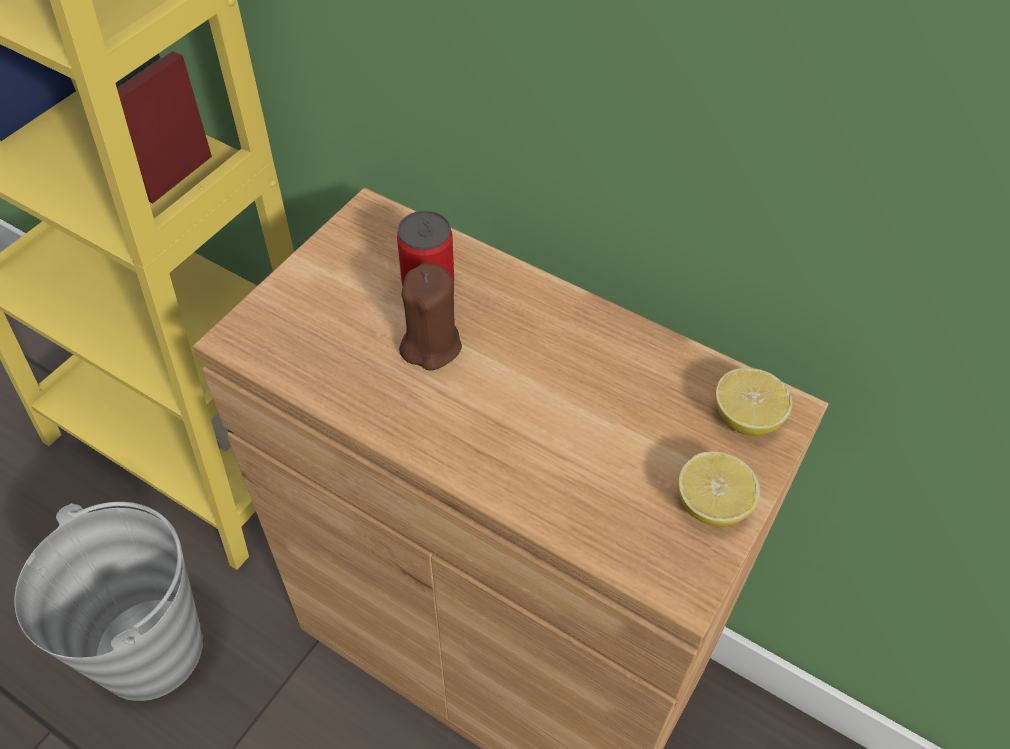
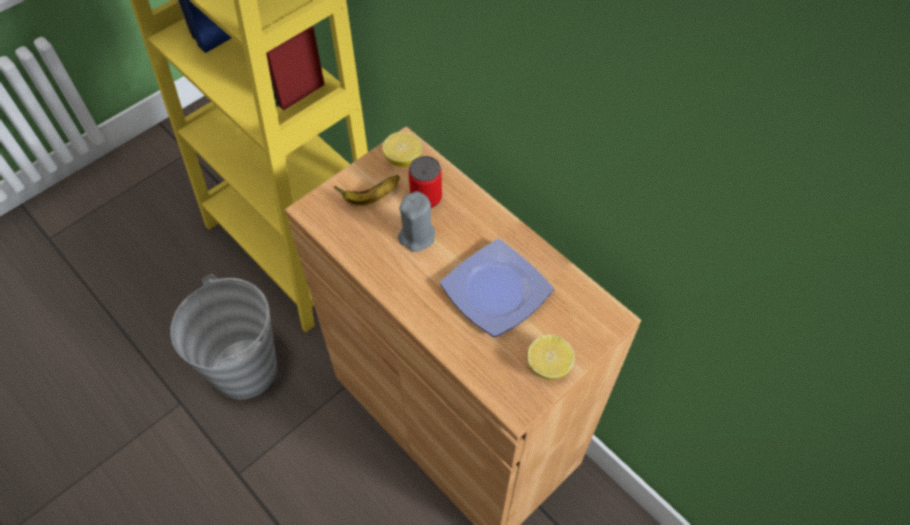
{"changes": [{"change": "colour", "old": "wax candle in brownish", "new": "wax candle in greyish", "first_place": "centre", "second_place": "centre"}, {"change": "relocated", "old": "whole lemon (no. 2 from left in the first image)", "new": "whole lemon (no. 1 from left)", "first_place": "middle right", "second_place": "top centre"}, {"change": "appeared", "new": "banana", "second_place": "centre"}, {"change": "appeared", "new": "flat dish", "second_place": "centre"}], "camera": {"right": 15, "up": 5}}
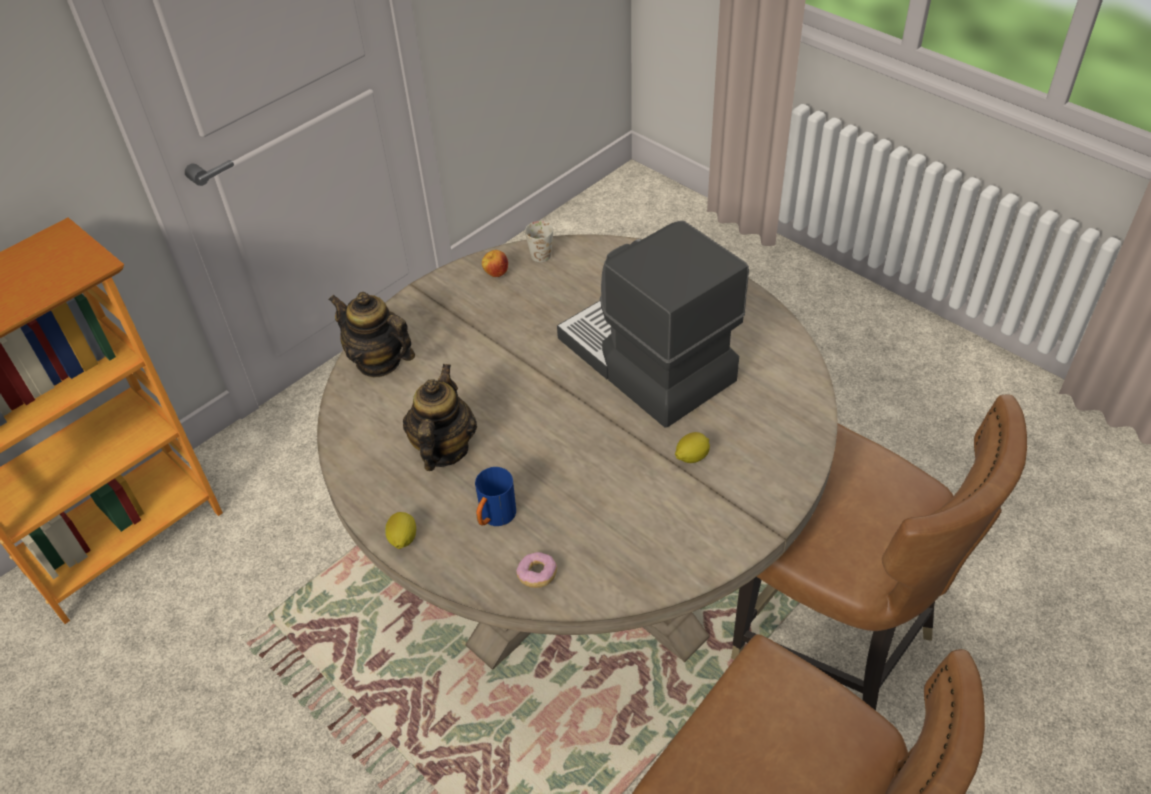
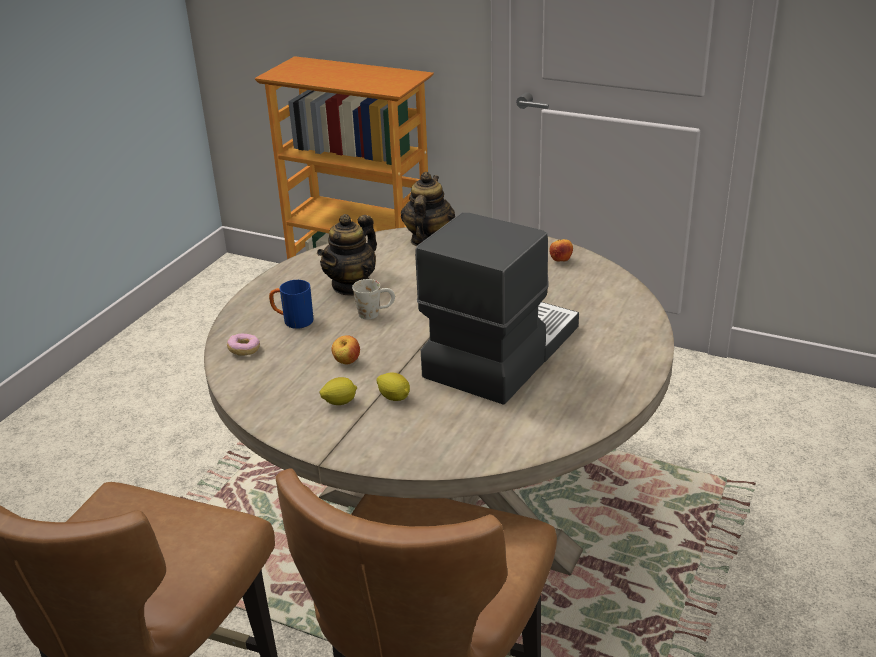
{"changes": [{"change": "relocated", "old": "tea mug in white-coloured", "first_place": "top centre", "second_place": "centre"}, {"change": "spun", "old": "pot for tea (no. 2 from left in the first image)", "first_place": "centre", "second_place": "centre", "degrees": 135}, {"change": "relocated", "old": "whole lemon (no. 1 from left)", "first_place": "bottom centre", "second_place": "centre"}, {"change": "appeared", "new": "apple fruit (no. 1 from left)", "second_place": "centre"}], "camera": {"right": 70, "up": -15}}
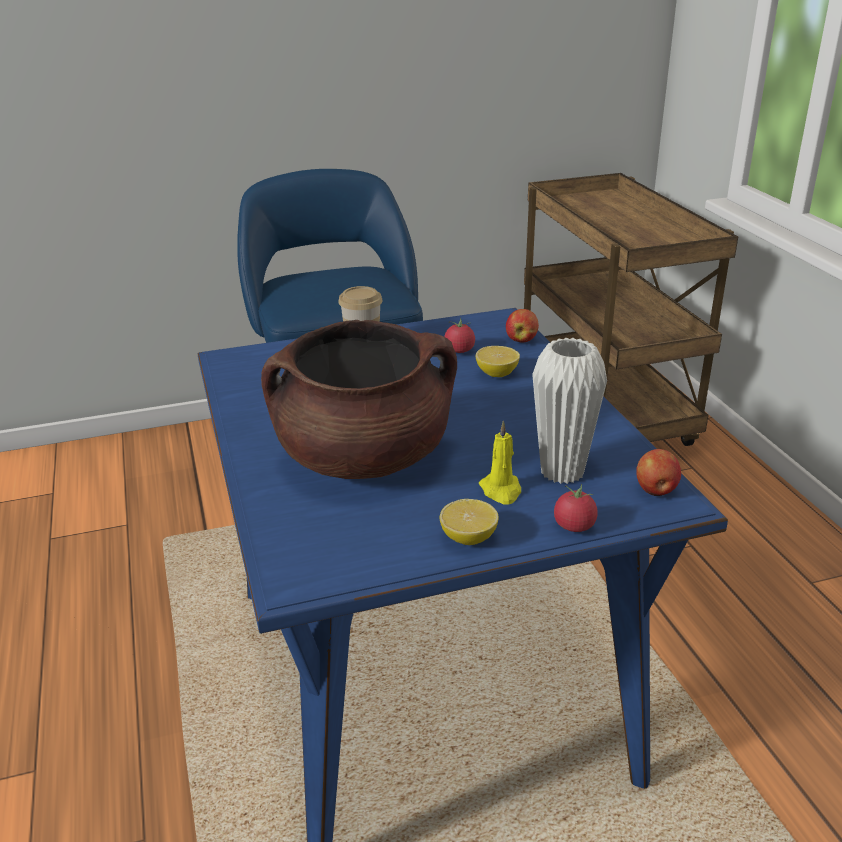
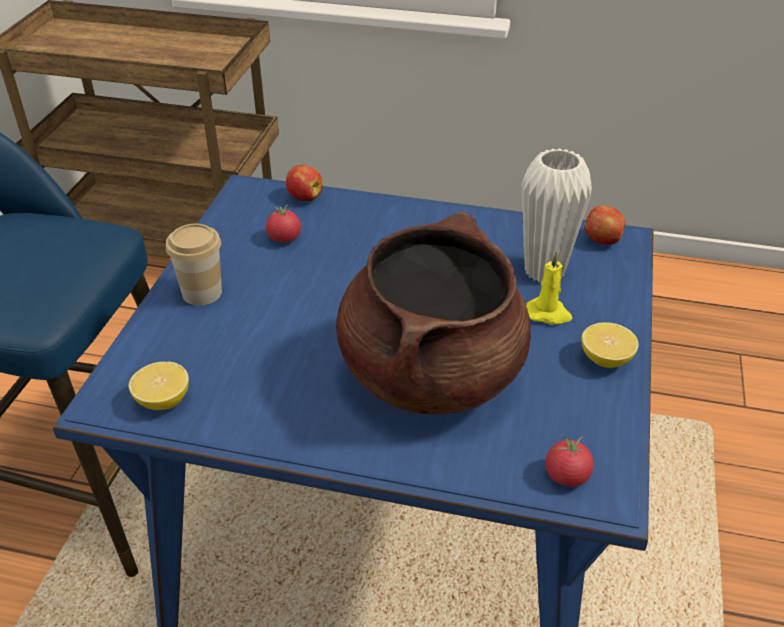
{"changes": [{"change": "relocated", "old": "whole lemon (no. 2 from left in the first image)", "new": "whole lemon (no. 1 from left)", "first_place": "centre", "second_place": "middle left"}, {"change": "relocated", "old": "fresh tomato (no. 2 from left)", "first_place": "middle right", "second_place": "bottom right"}], "camera": {"right": -60, "up": 10}}
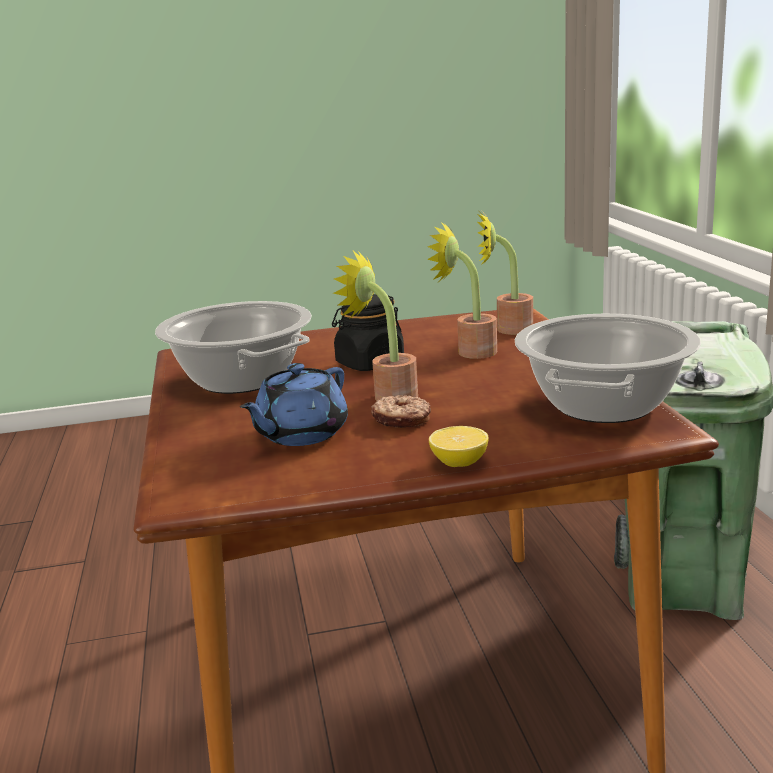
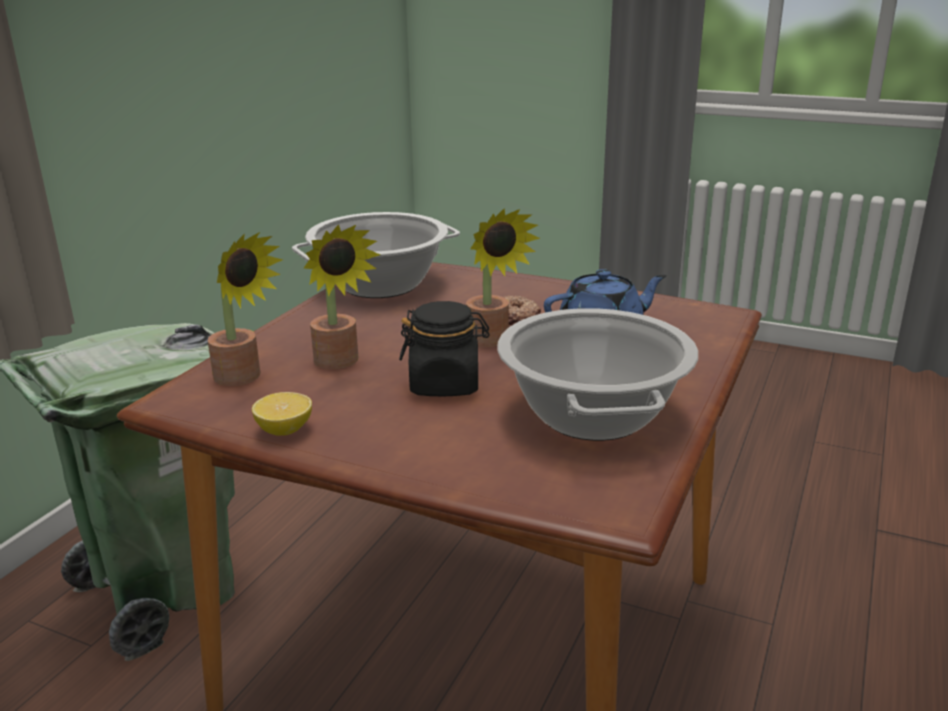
{"changes": [{"change": "relocated", "old": "whole lemon", "first_place": "centre", "second_place": "middle left"}], "camera": {"right": -145, "up": 5}}
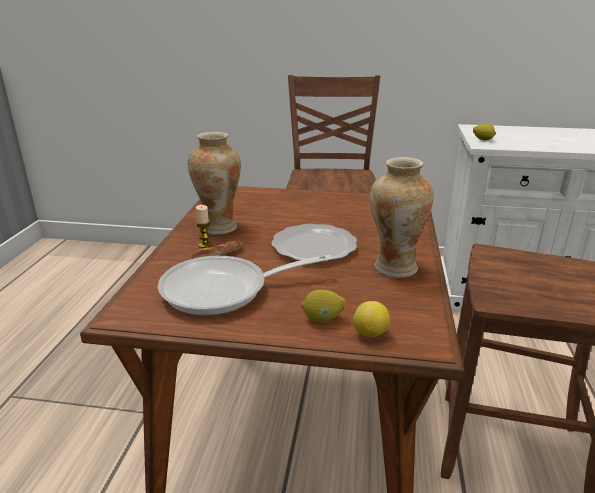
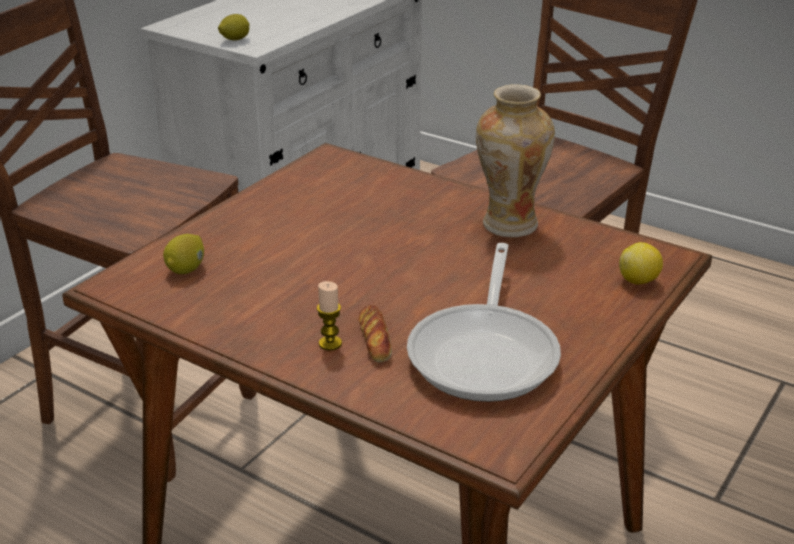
{"changes": [{"change": "missing", "old": "decorative vase (no. 1 from left)", "first_place": "centre"}, {"change": "missing", "old": "flat dish", "first_place": "centre"}, {"change": "relocated", "old": "whole lemon (no. 1 from left)", "first_place": "centre", "second_place": "middle left"}], "camera": {"right": -65, "up": 5}}
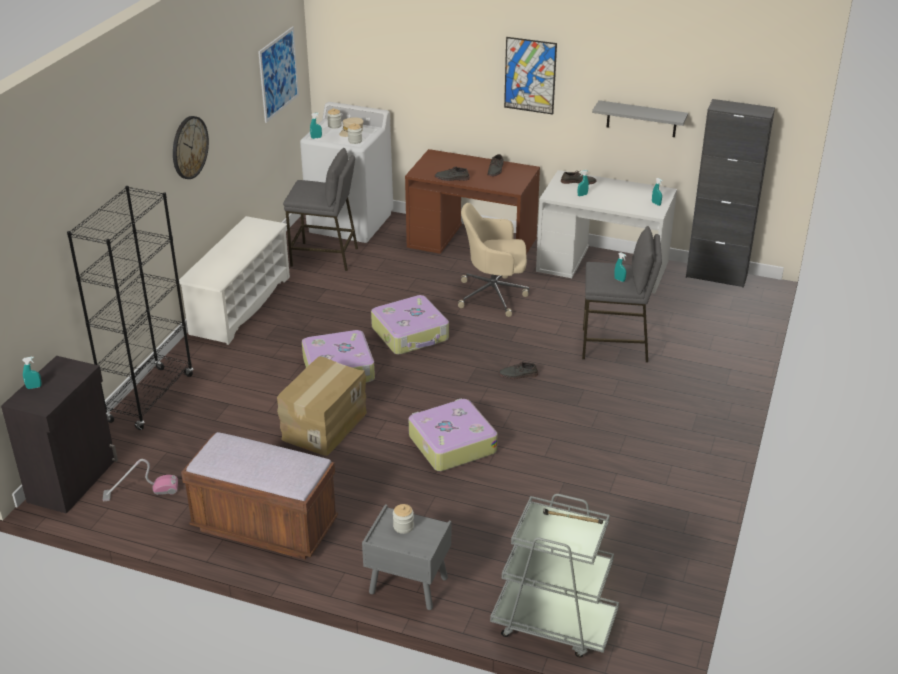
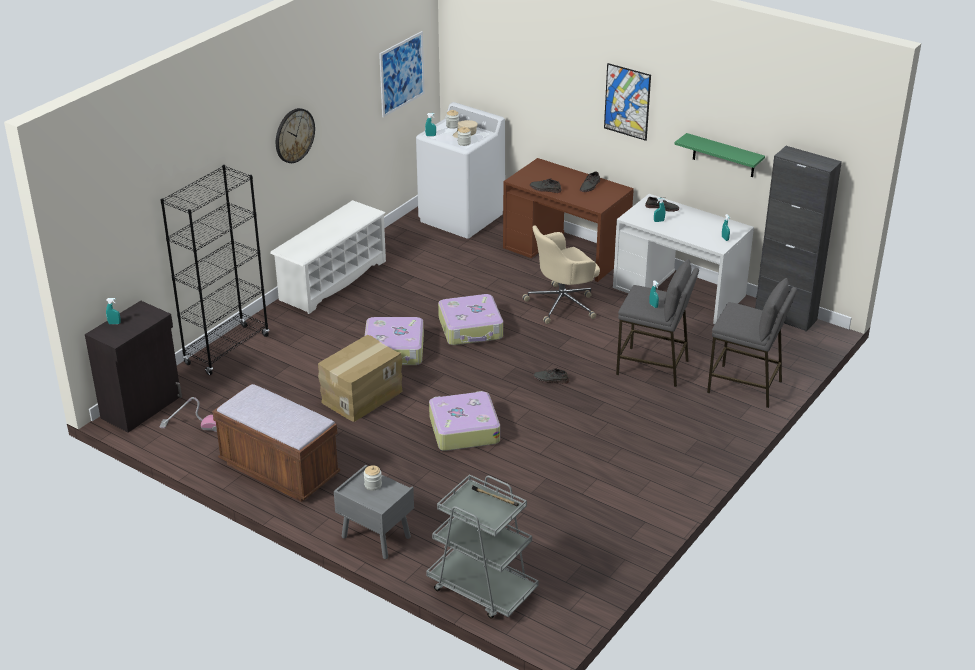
{"changes": [{"change": "colour", "old": "bracket shelf in greyish", "new": "bracket shelf in green", "first_place": "top right", "second_place": "top right"}, {"change": "relocated", "old": "sitting stool in greyish (no. 1 from left in the first image)", "new": "sitting stool in greyish (no. 2 from left)", "first_place": "top centre", "second_place": "middle right"}, {"change": "spun", "old": "computer chair in beige", "first_place": "centre", "second_place": "centre", "degrees": -45}], "camera": {"right": 15, "up": 0}}
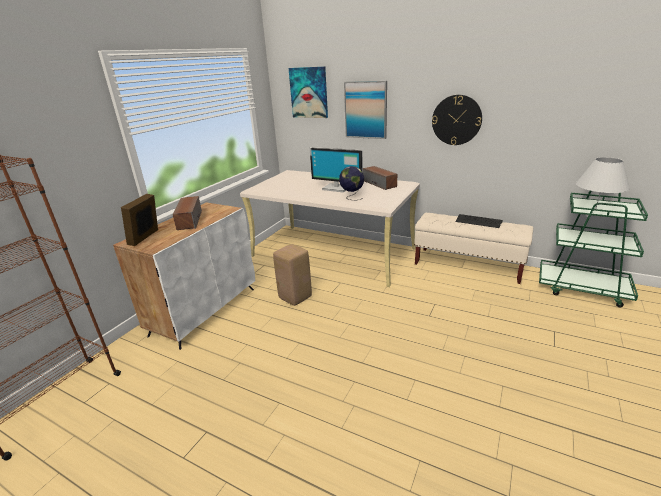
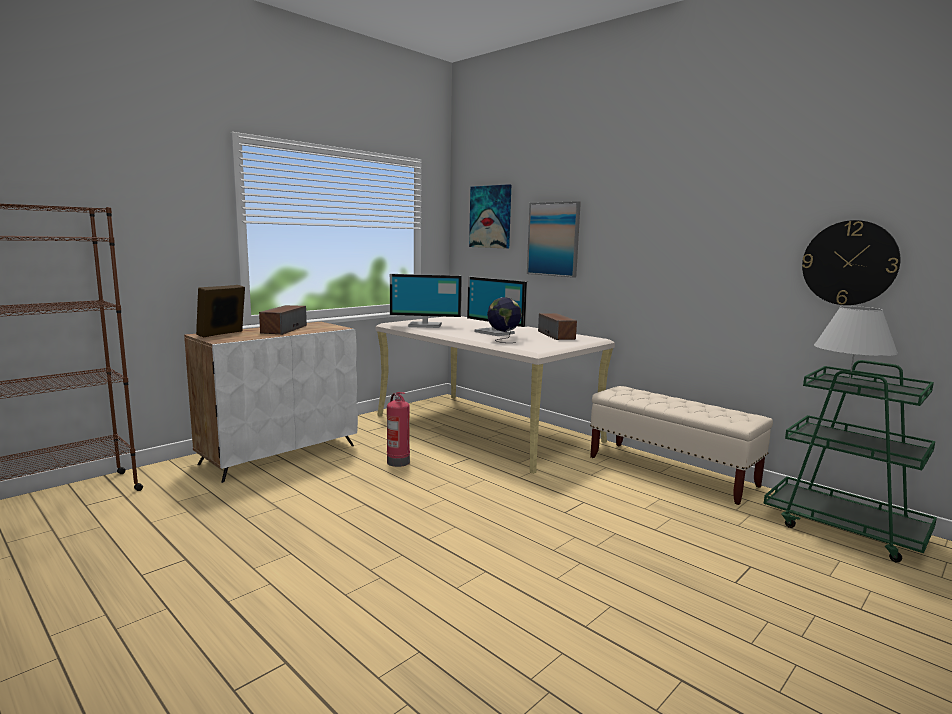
{"changes": [{"change": "relocated", "old": "hanging clock", "first_place": "top right", "second_place": "middle right"}, {"change": "missing", "old": "computer keyboard", "first_place": "middle right"}, {"change": "exchanged", "old": "sitting stool in beige", "new": "fire-fighting cylinder", "first_place": "centre", "second_place": "centre"}, {"change": "appeared", "new": "computer display (no. 1 from left)", "second_place": "centre"}], "camera": {"right": 15, "up": -15}}
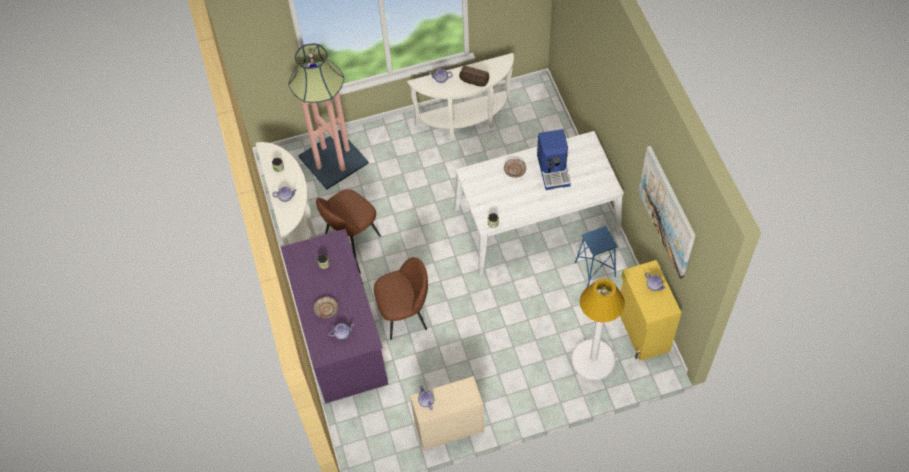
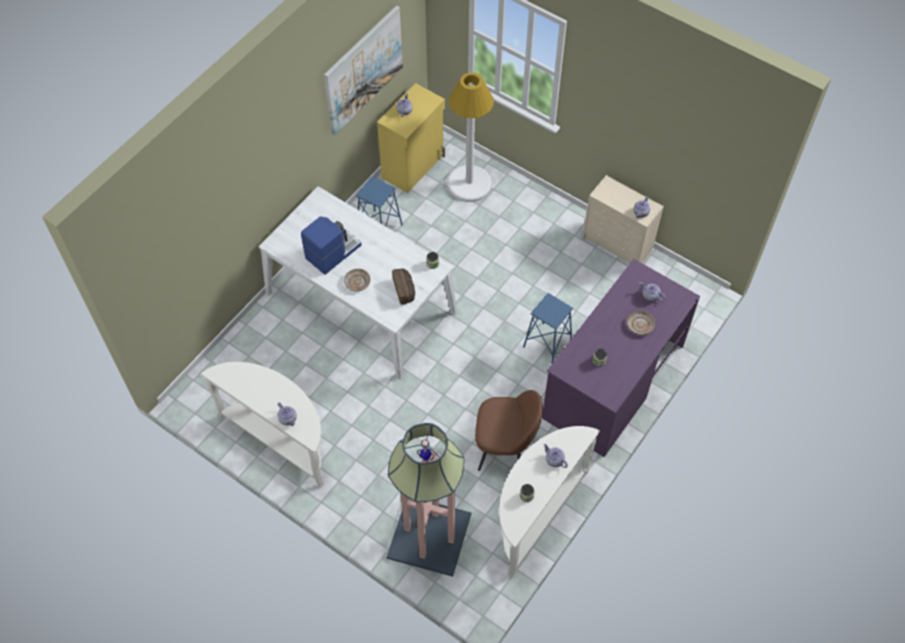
{"changes": [{"change": "relocated", "old": "bread", "first_place": "top centre", "second_place": "centre"}, {"change": "exchanged", "old": "plain chair in brownish (no. 2 from left)", "new": "sitting stool in blue-coloured (no. 2 from left)", "first_place": "centre", "second_place": "centre"}], "camera": {"right": -130, "up": 0}}
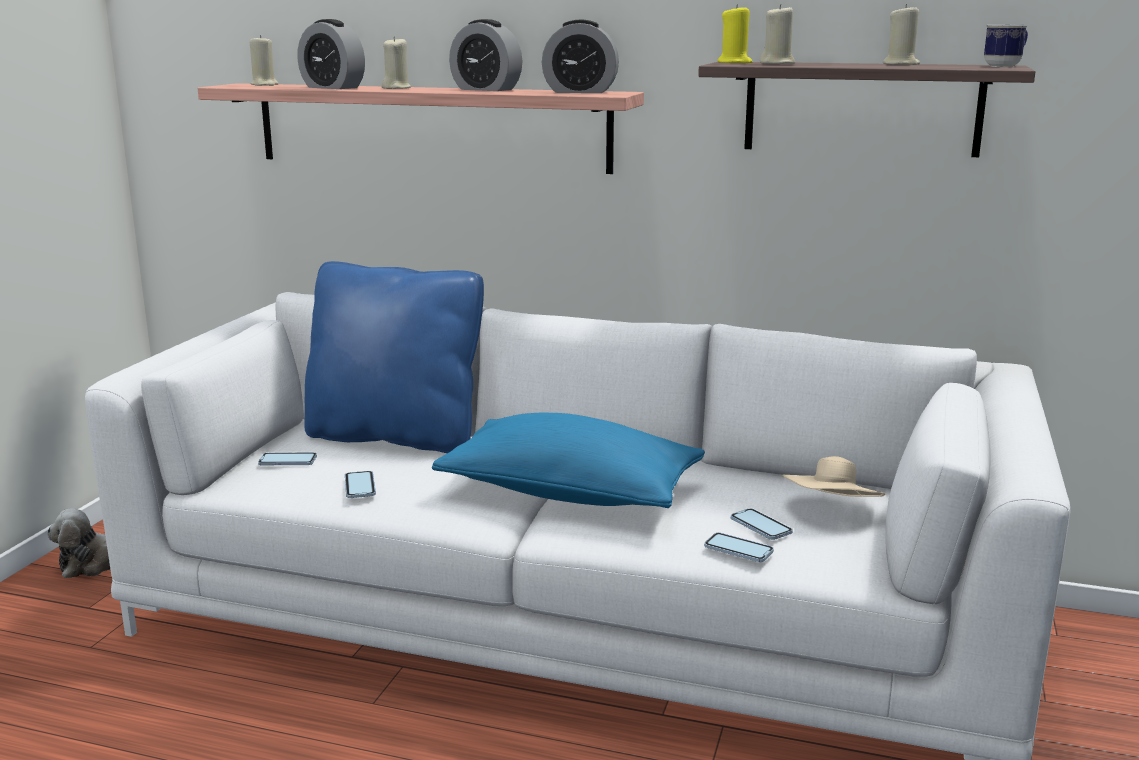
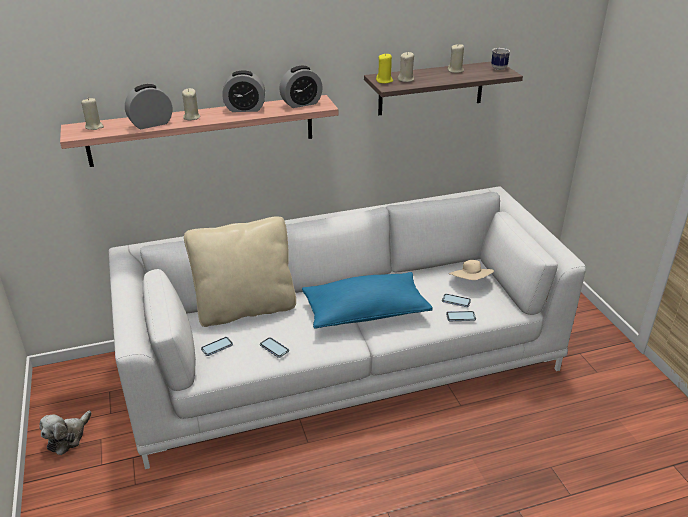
{"changes": [{"change": "spun", "old": "bedside clock (no. 1 from left)", "first_place": "top left", "second_place": "top left", "degrees": 150}, {"change": "colour", "old": "cushion in blue-coloured (no. 1 from left)", "new": "cushion in beige", "first_place": "centre", "second_place": "centre"}], "camera": {"right": -35, "up": 15}}
